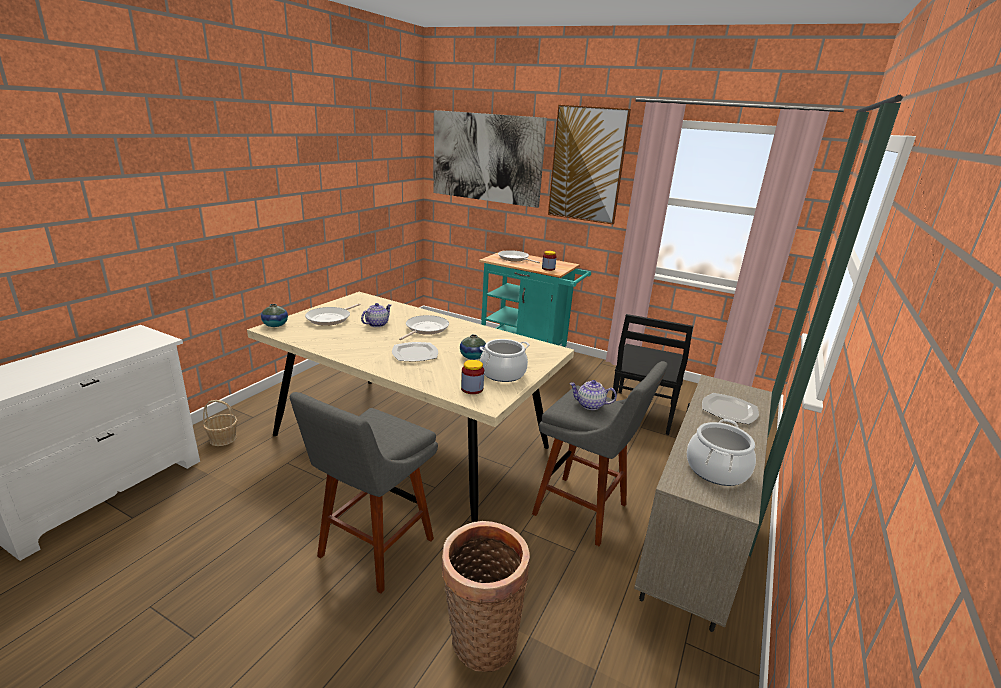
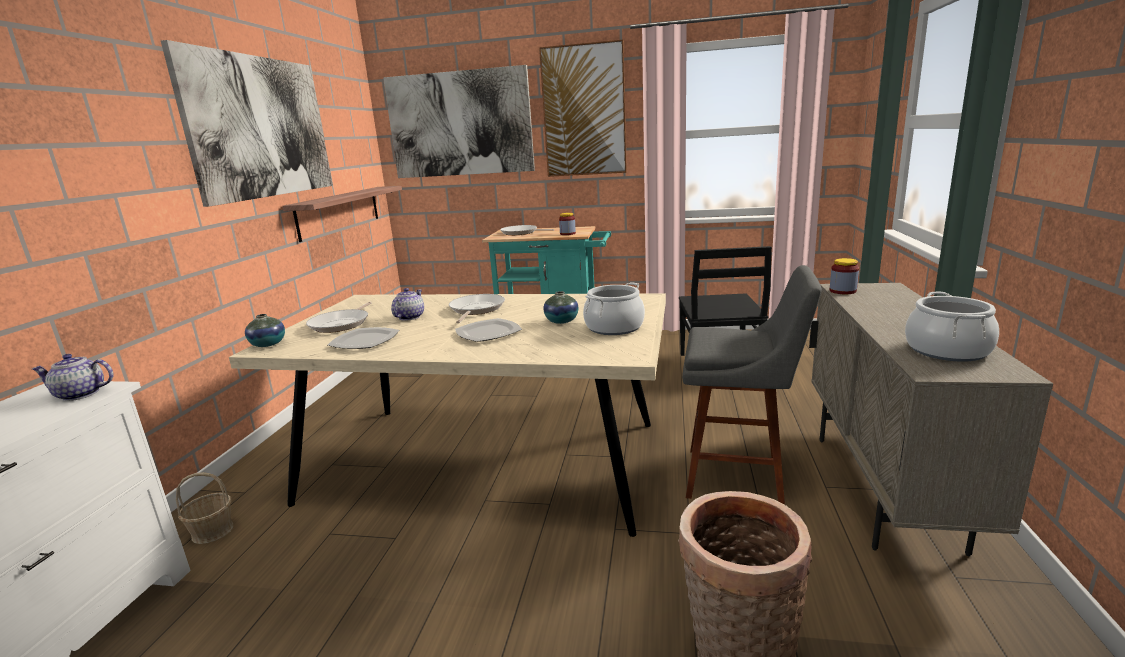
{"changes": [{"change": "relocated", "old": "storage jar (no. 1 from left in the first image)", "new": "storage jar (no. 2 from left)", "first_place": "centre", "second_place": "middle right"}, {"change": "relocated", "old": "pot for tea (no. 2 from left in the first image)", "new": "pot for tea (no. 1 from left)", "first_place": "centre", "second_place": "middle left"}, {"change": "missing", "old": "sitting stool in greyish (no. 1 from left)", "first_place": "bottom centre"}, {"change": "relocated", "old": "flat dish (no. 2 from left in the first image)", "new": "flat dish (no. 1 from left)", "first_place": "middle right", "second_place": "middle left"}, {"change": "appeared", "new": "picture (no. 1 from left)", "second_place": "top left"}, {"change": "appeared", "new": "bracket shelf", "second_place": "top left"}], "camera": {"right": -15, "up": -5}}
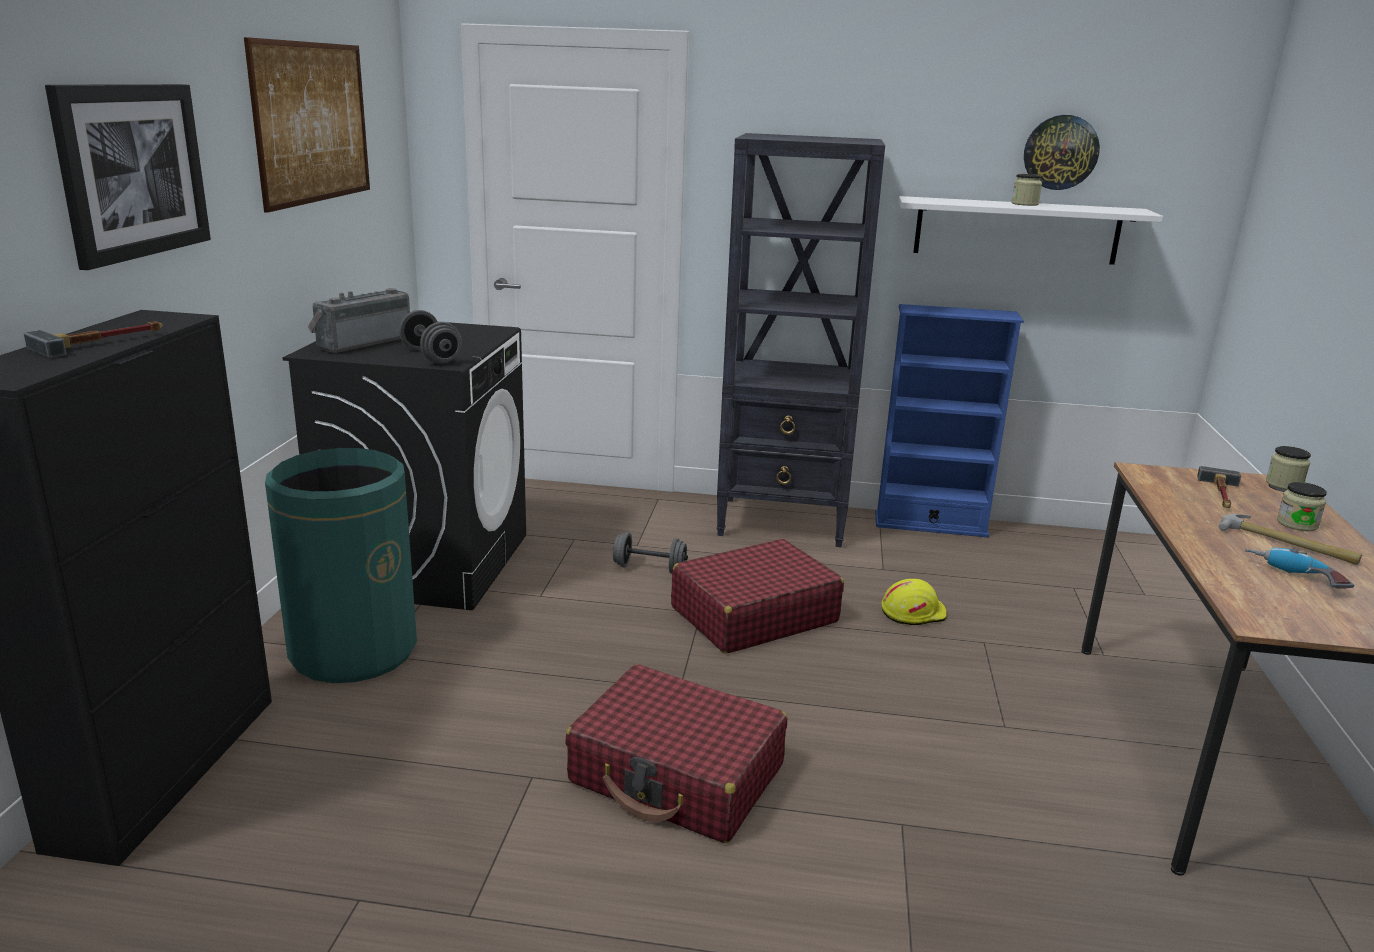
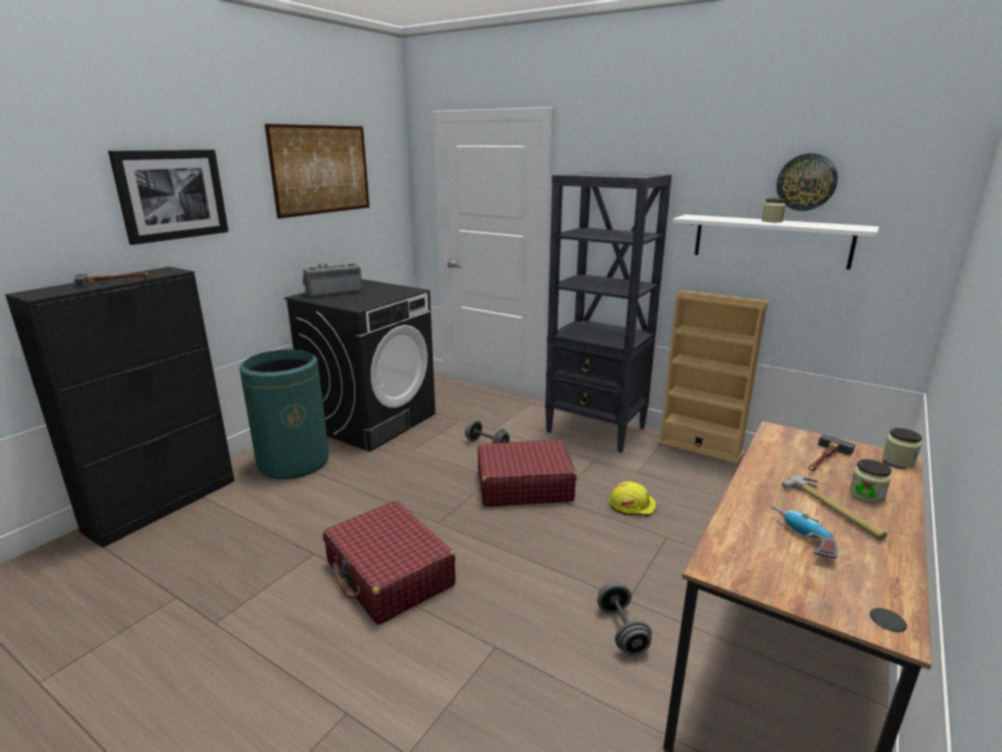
{"changes": [{"change": "colour", "old": "bookcase in blue-coloured", "new": "bookcase in beige", "first_place": "middle right", "second_place": "middle right"}, {"change": "relocated", "old": "free weight in greyish (no. 1 from left in the first image)", "new": "free weight in greyish (no. 2 from left)", "first_place": "middle left", "second_place": "bottom centre"}], "camera": {"right": 25, "up": 0}}
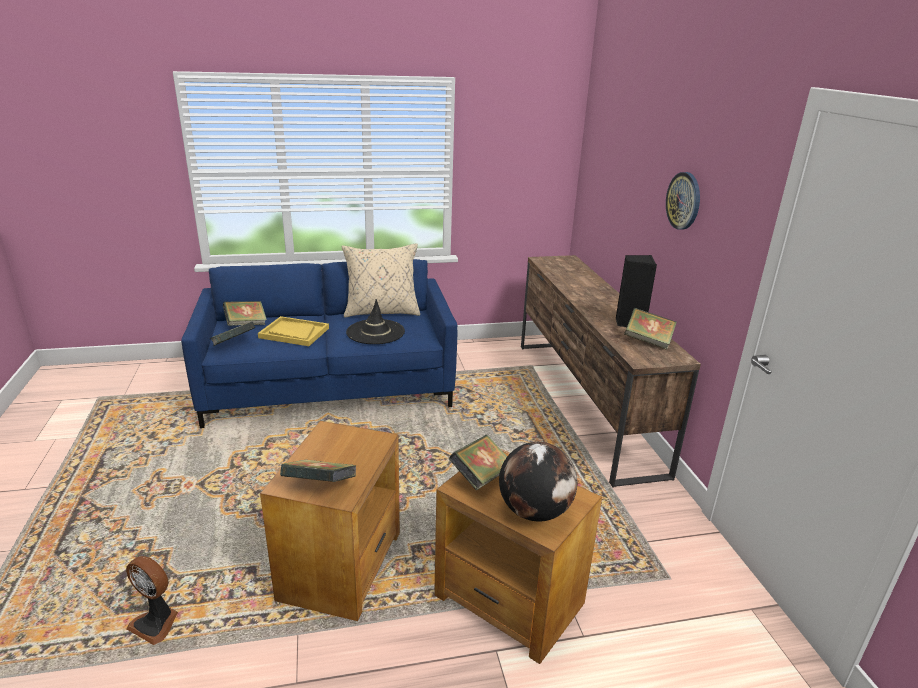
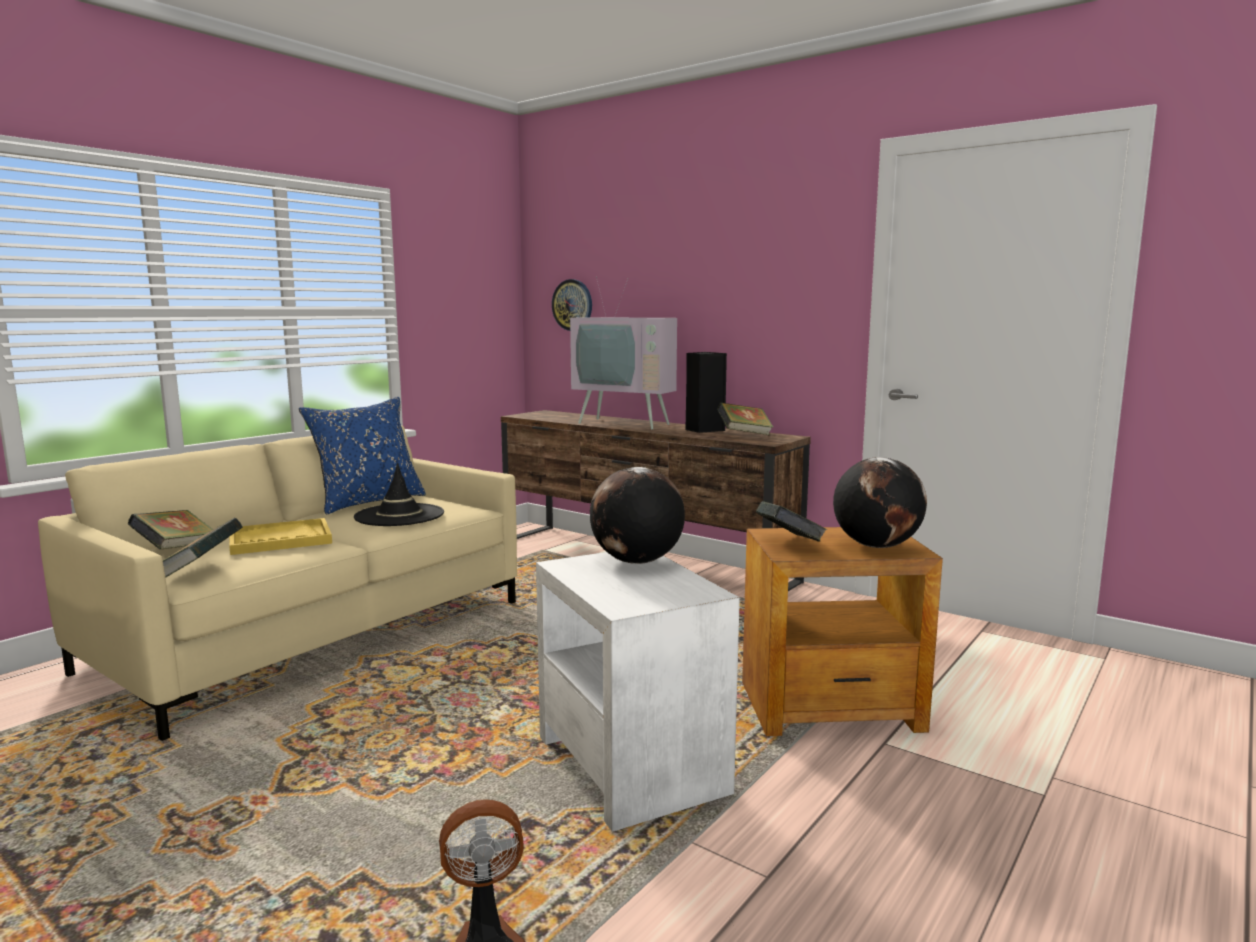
{"changes": [{"change": "relocated", "old": "hanging clock", "first_place": "top right", "second_place": "top centre"}, {"change": "colour", "old": "cushion in beige", "new": "cushion in blue-coloured", "first_place": "centre", "second_place": "middle left"}, {"change": "colour", "old": "sofa in blue-coloured", "new": "sofa in beige", "first_place": "centre", "second_place": "middle left"}, {"change": "colour", "old": "end table in brownish (no. 1 from left)", "new": "end table in white-coloured", "first_place": "bottom centre", "second_place": "bottom centre"}, {"change": "missing", "old": "bound book (no. 3 from left)", "first_place": "bottom centre"}, {"change": "appeared", "new": "TV set", "second_place": "centre"}, {"change": "appeared", "new": "desk globe (no. 1 from left)", "second_place": "centre"}], "camera": {"right": -40, "up": -15}}
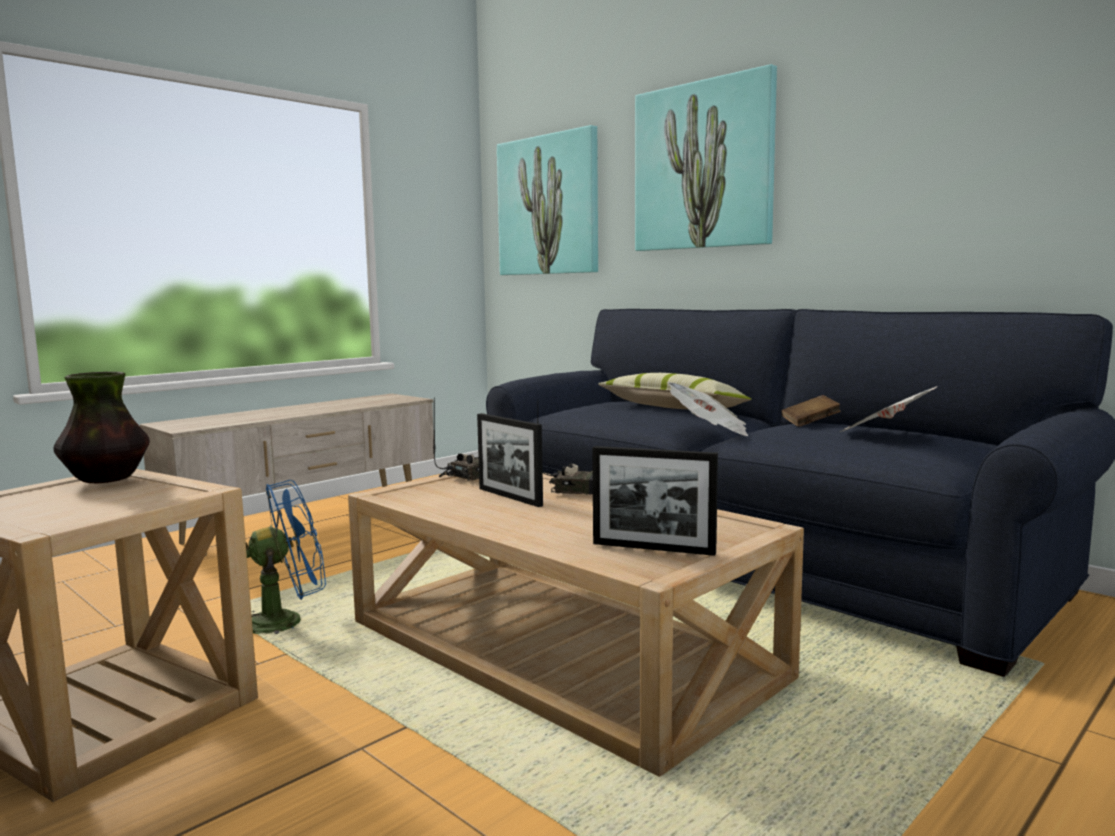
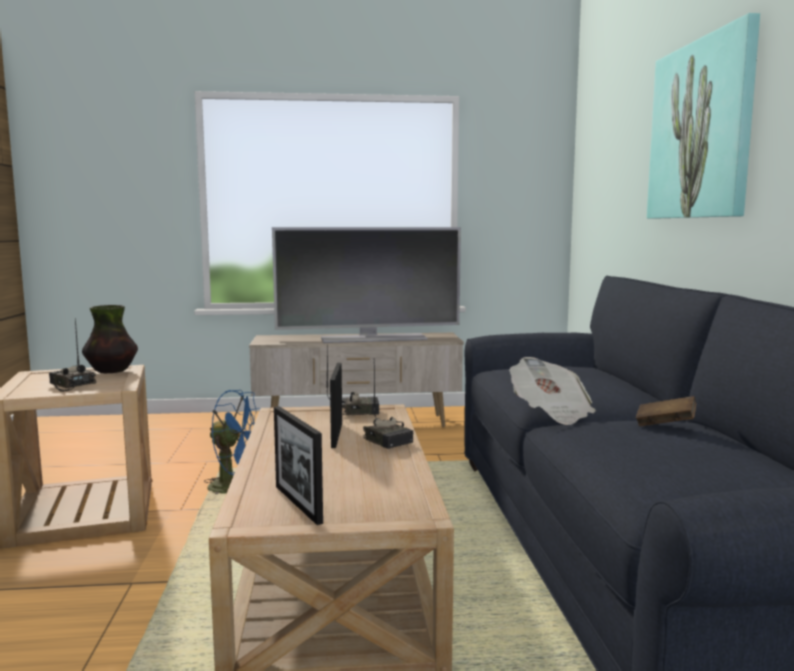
{"changes": [{"change": "missing", "old": "picture (no. 1 from left)", "first_place": "top centre"}, {"change": "missing", "old": "cushion", "first_place": "centre"}, {"change": "missing", "old": "printed paper (no. 2 from left)", "first_place": "middle right"}, {"change": "appeared", "new": "TV set", "second_place": "centre"}, {"change": "appeared", "new": "radio (no. 1 from left)", "second_place": "middle left"}], "camera": {"right": 40, "up": 0}}
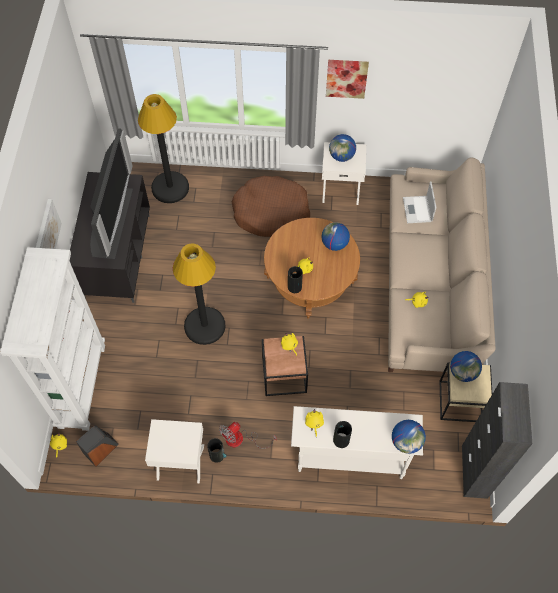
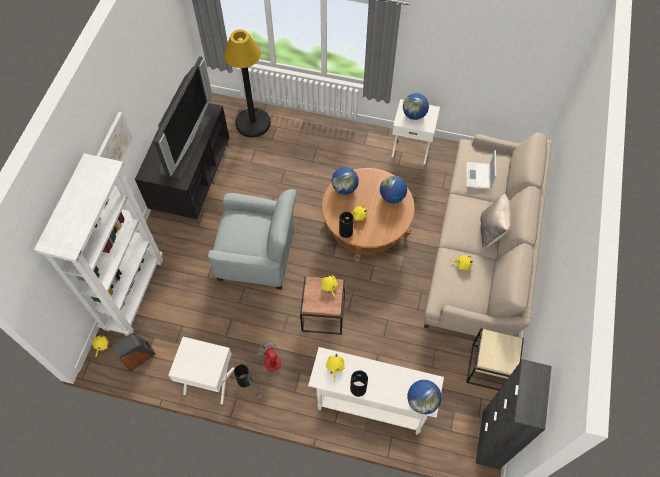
{"changes": [{"change": "missing", "old": "picture (no. 2 from left)", "first_place": "top centre"}, {"change": "missing", "old": "dog bed in brownish", "first_place": "centre"}, {"change": "exchanged", "old": "standing lamp in black-coloured (no. 2 from left)", "new": "easy chair in greyish", "first_place": "centre", "second_place": "centre"}, {"change": "relocated", "old": "desk globe (no. 4 from left in the first image)", "new": "desk globe (no. 1 from left)", "first_place": "middle right", "second_place": "centre"}, {"change": "spun", "old": "electric fan", "first_place": "bottom centre", "second_place": "bottom centre", "degrees": 90}, {"change": "appeared", "new": "cushion in beige", "second_place": "middle right"}], "camera": {"right": 10, "up": 0}}
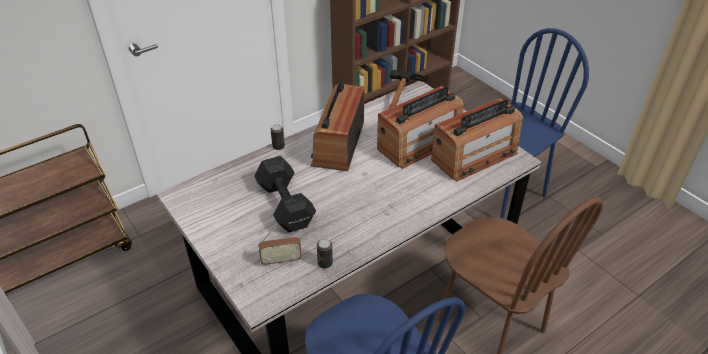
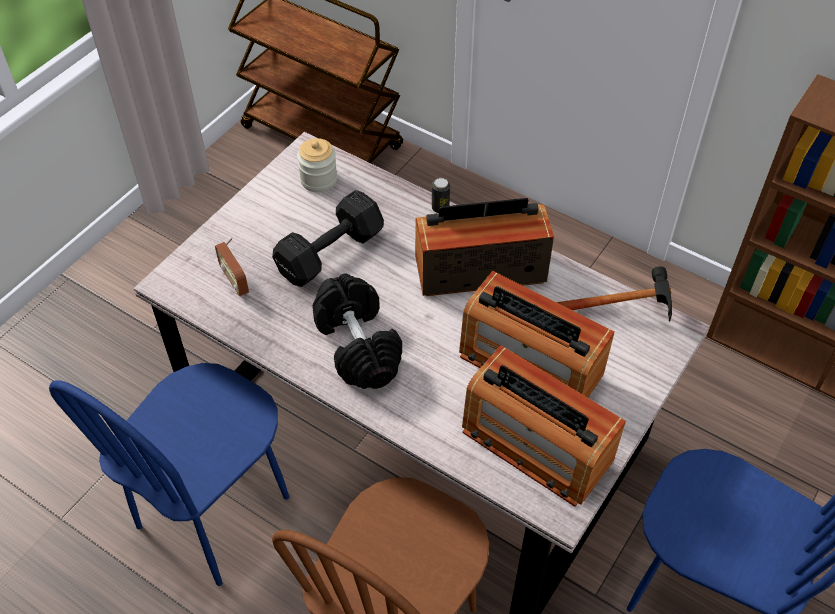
{"changes": [{"change": "missing", "old": "metal can (no. 2 from left)", "first_place": "bottom centre"}, {"change": "appeared", "new": "storage jar", "second_place": "top centre"}, {"change": "appeared", "new": "free weight in black-coloured (no. 2 from left)", "second_place": "centre"}], "camera": {"right": 70, "up": 10}}
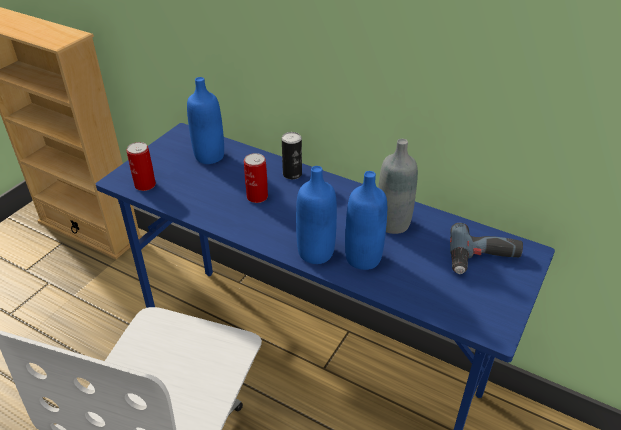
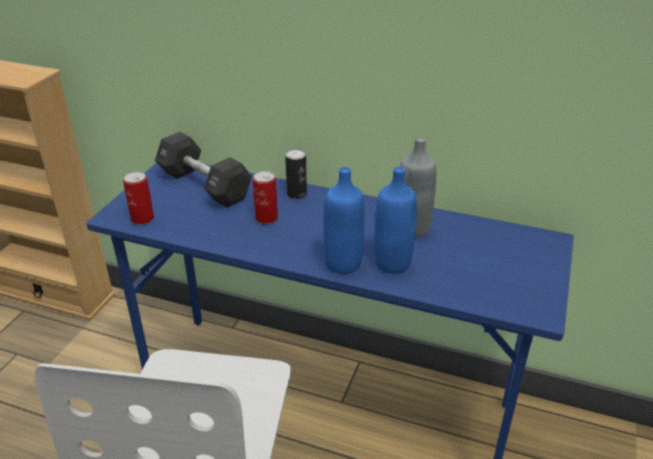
{"changes": [{"change": "exchanged", "old": "bottle in blue-coloured (no. 1 from left)", "new": "free weight in black-coloured", "first_place": "top left", "second_place": "middle left"}, {"change": "missing", "old": "electric drill", "first_place": "middle right"}], "camera": {"right": -10, "up": -5}}
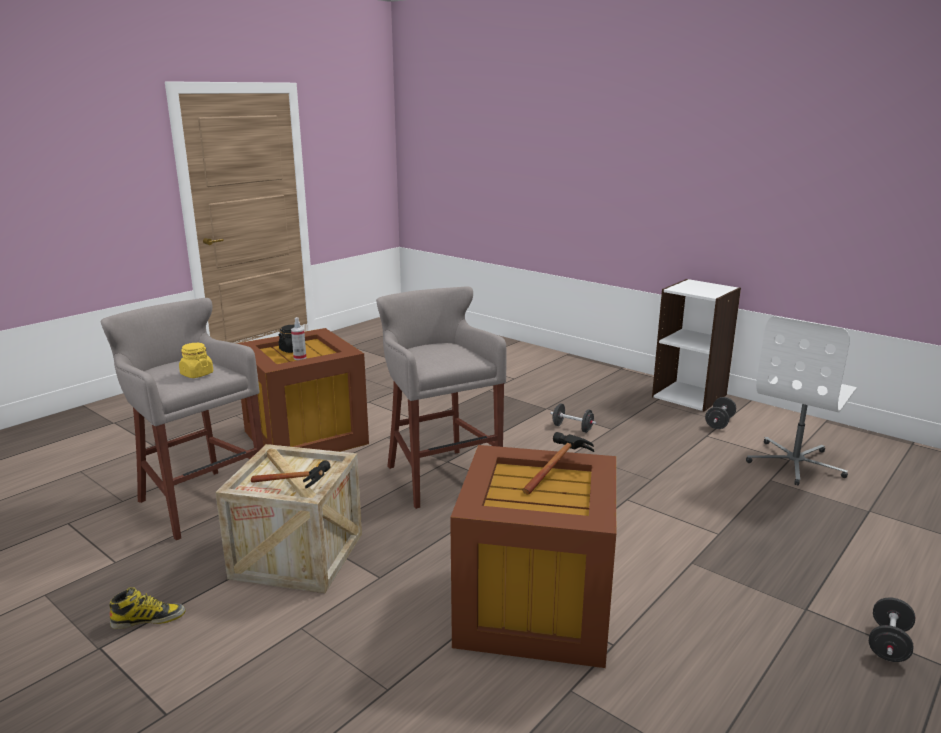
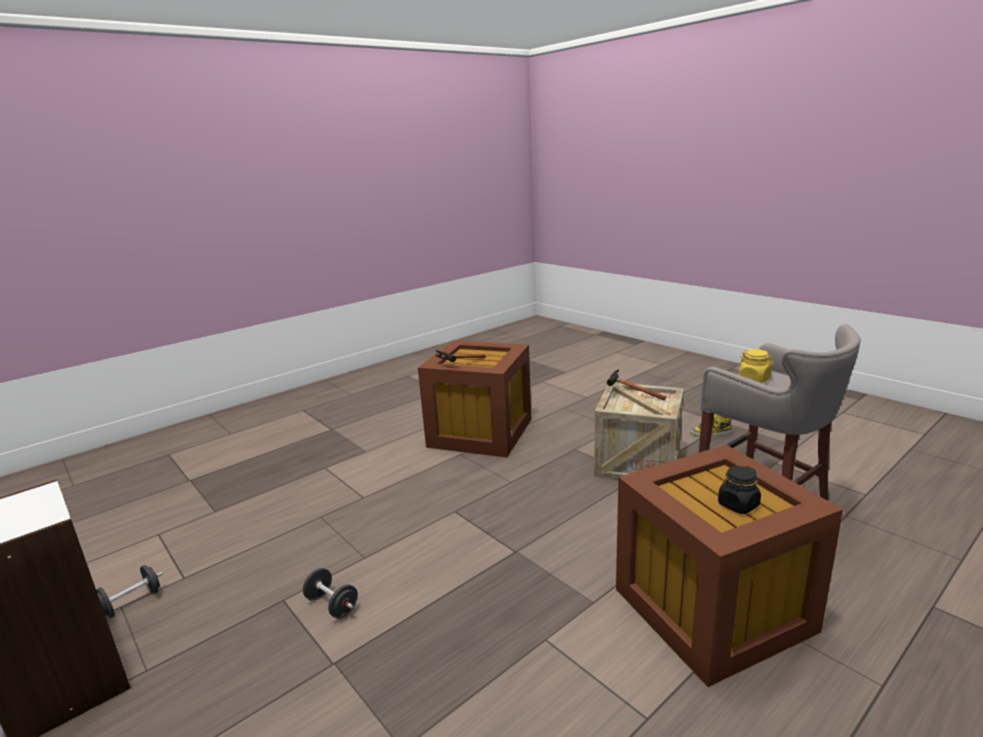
{"changes": [{"change": "missing", "old": "sitting stool in greyish (no. 2 from left)", "first_place": "centre"}, {"change": "missing", "old": "computer chair in white-coloured", "first_place": "middle right"}, {"change": "missing", "old": "hand sprayer", "first_place": "middle left"}, {"change": "missing", "old": "free weight in black-coloured (no. 3 from left)", "first_place": "bottom right"}], "camera": {"right": -170, "up": 0}}
